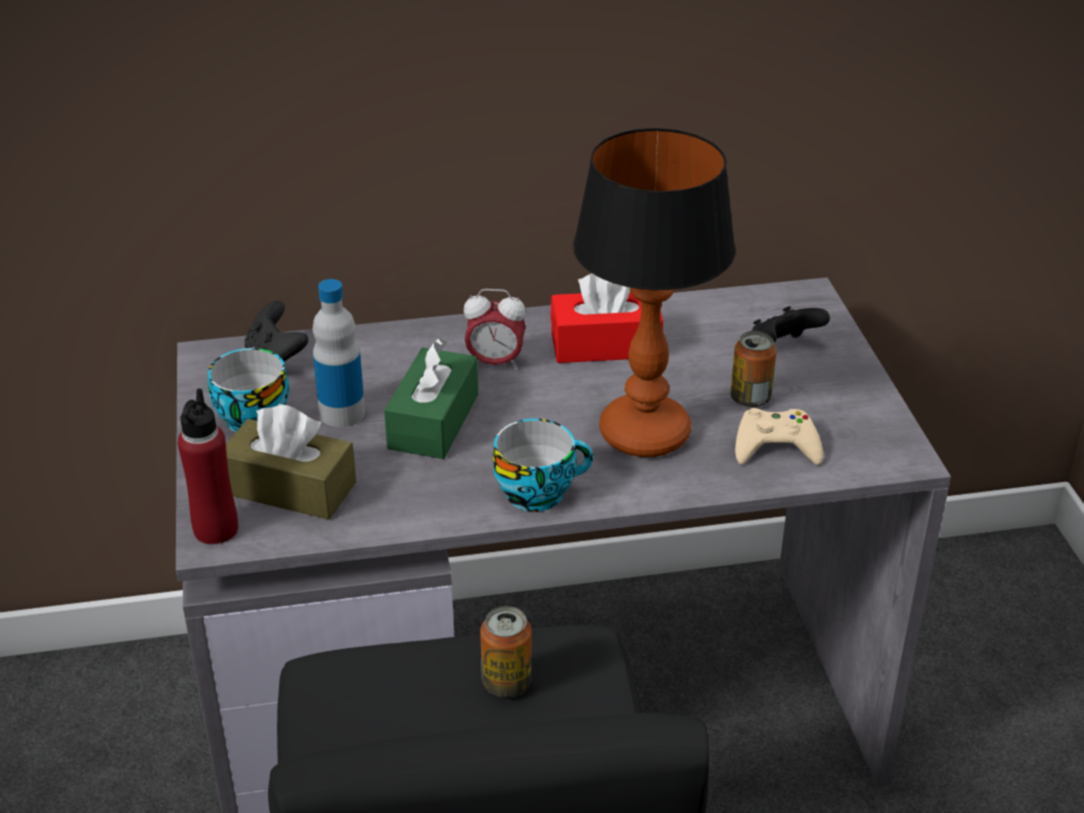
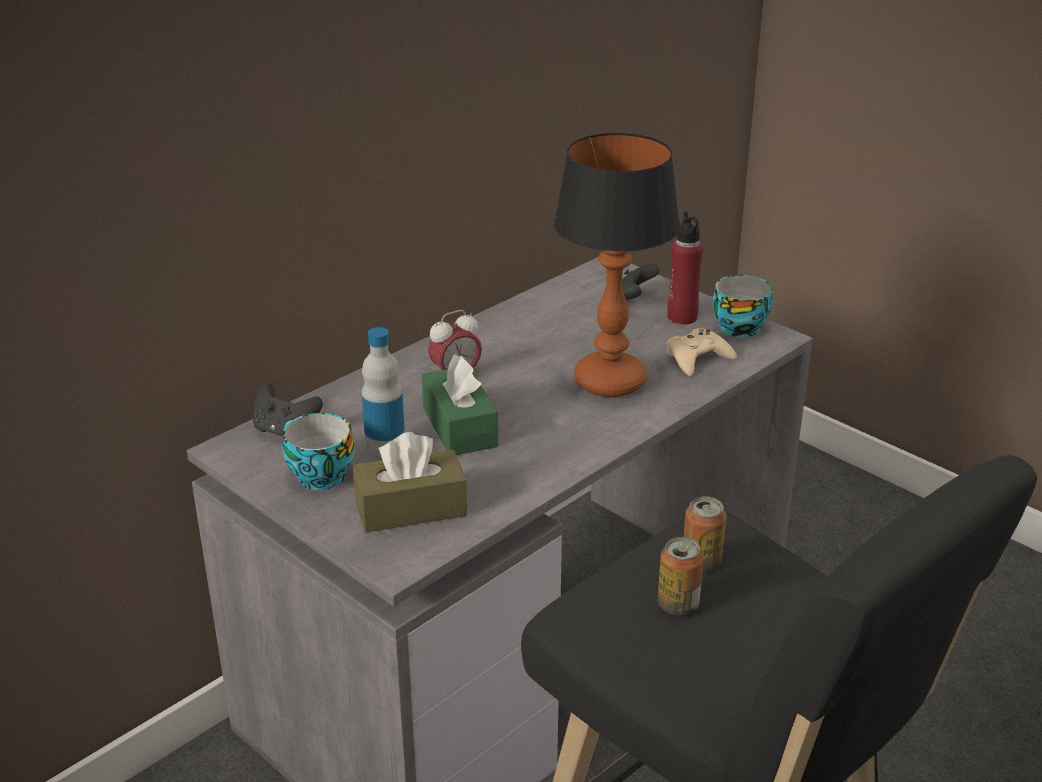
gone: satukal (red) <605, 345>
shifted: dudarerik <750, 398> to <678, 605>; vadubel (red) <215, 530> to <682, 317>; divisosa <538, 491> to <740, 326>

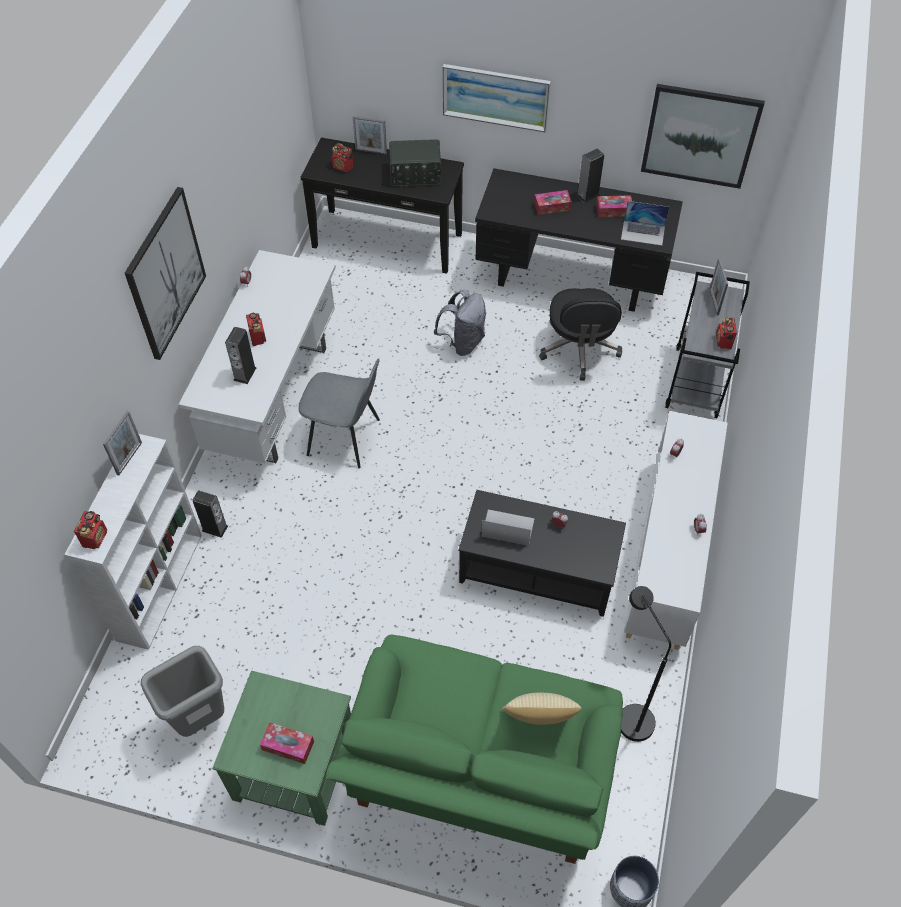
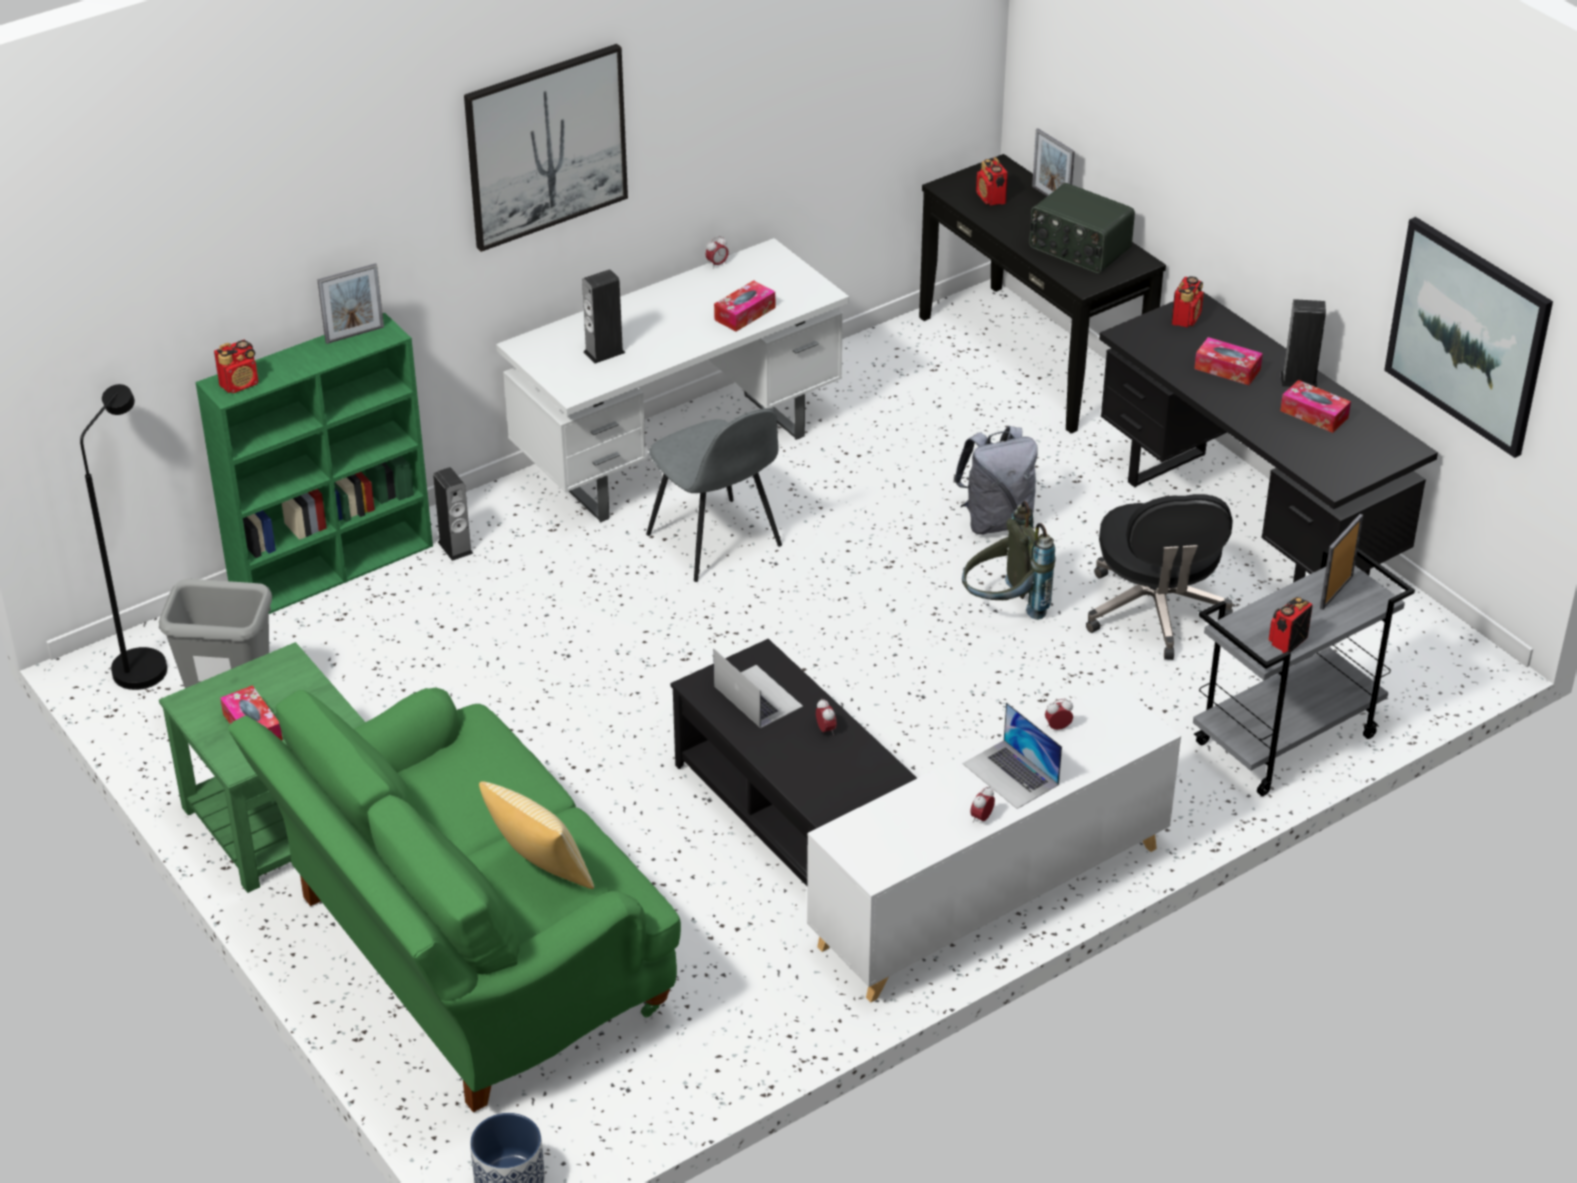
gone: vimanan <495, 97>
new: satukal <745, 314>; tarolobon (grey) <1004, 608>
shifted: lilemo <643, 233> to <1011, 774>; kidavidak <257, 337> to <1186, 318>; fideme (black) <629, 714> to <145, 661>
repainted: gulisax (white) <160, 585> to gulisax (green) <334, 568>
rotated: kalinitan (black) <579, 349> = <1155, 612> 45 degrees counterclockwise

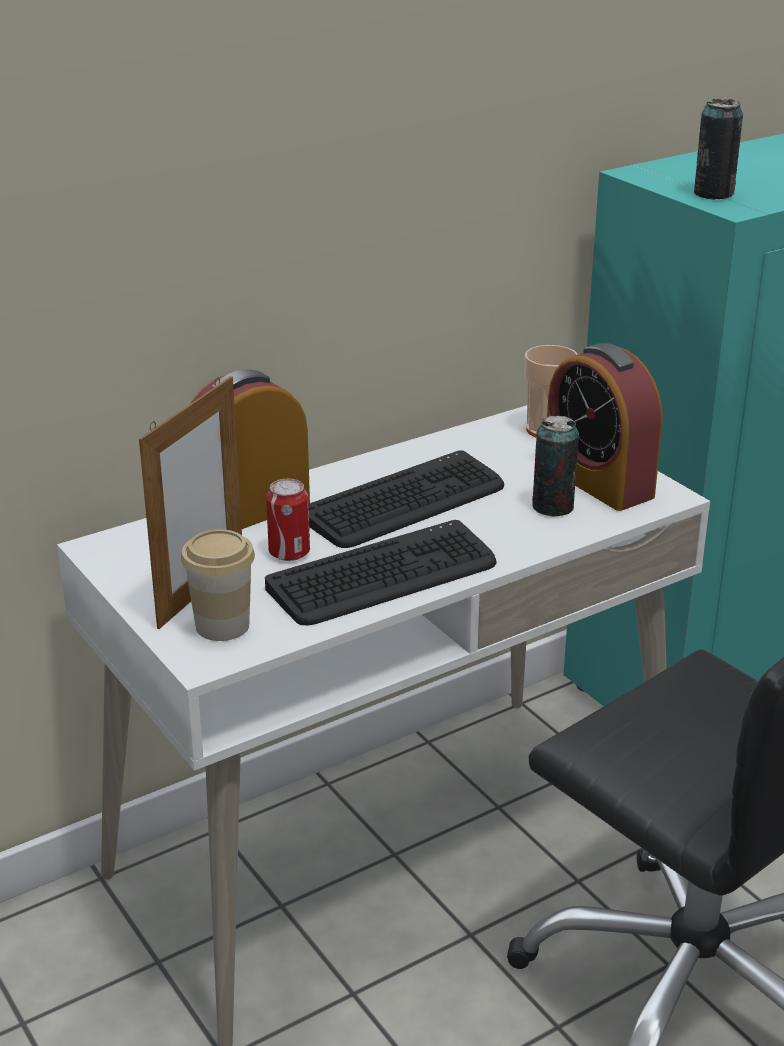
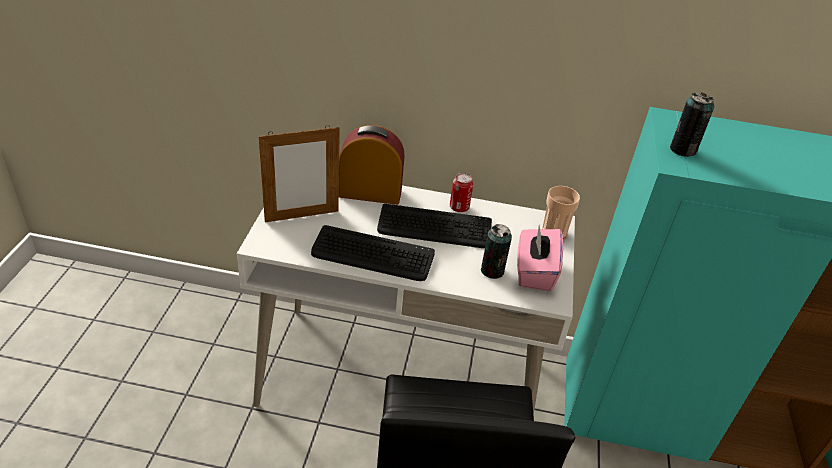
gone: divisosa <222, 625>
shifted: dudarerik <289, 553> to <459, 207>
swapped: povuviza <598, 481> to satukal (pink) <534, 272>

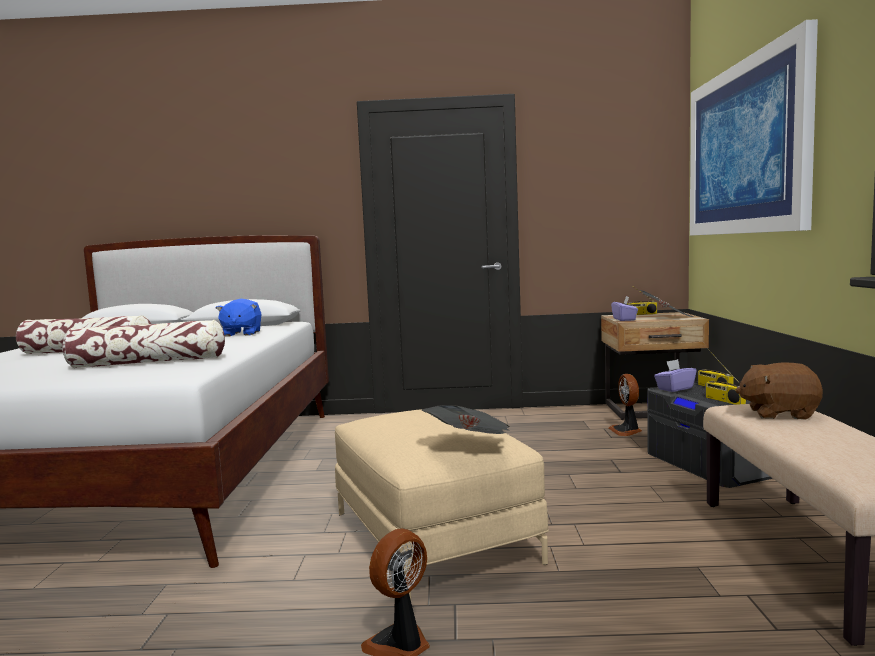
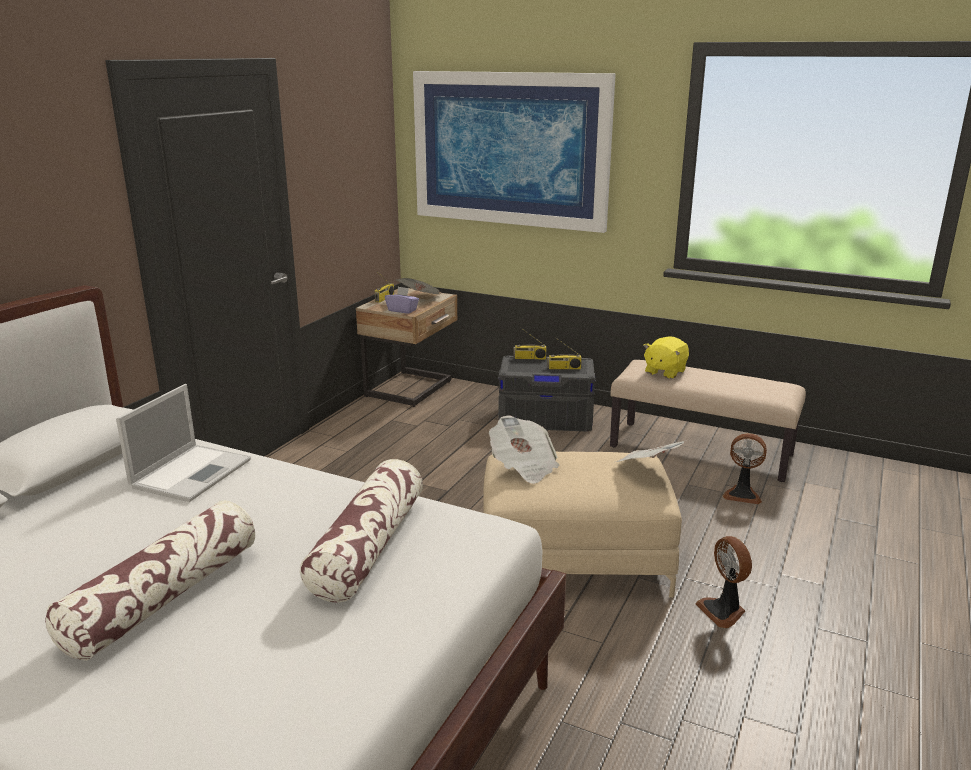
gone: satukal (purple) <674, 388>
new: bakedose <523, 466>
shifted: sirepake <626, 431> to <742, 494>
swapped: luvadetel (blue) <241, 334> to lilemo <192, 472>
repainted: luvadetel (brown) <779, 413> to luvadetel (yellow) <664, 372>

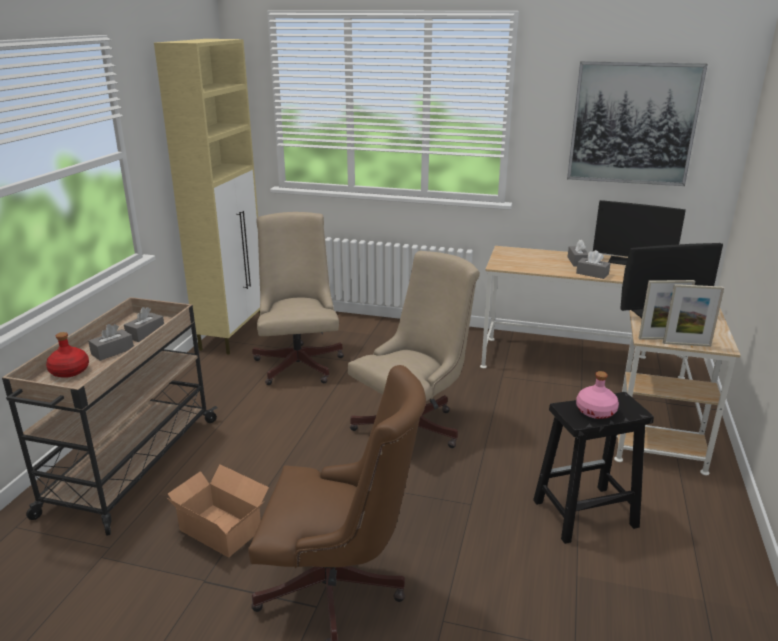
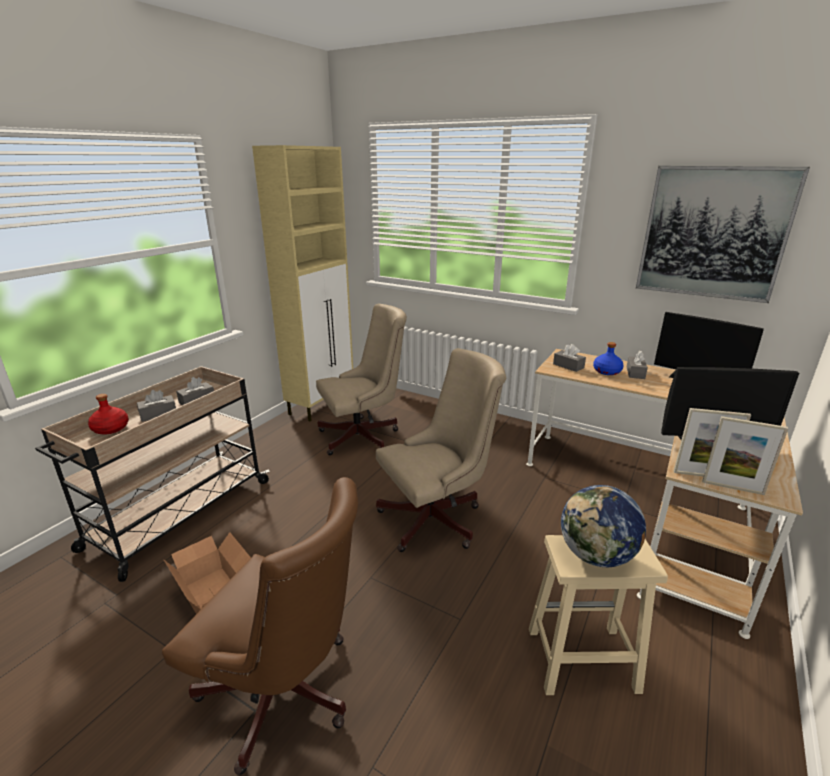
new: vadubel (blue) <606, 371>
shifted: satukal (grey) <592, 274> to <568, 366>
swapped: vadubel (pink) <596, 411> to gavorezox <596, 556>
repainted: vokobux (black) <583, 514> to vokobux (beige) <580, 660>
rotated: kalinitan (beige) <299, 362> = <364, 436> 60 degrees clockwise

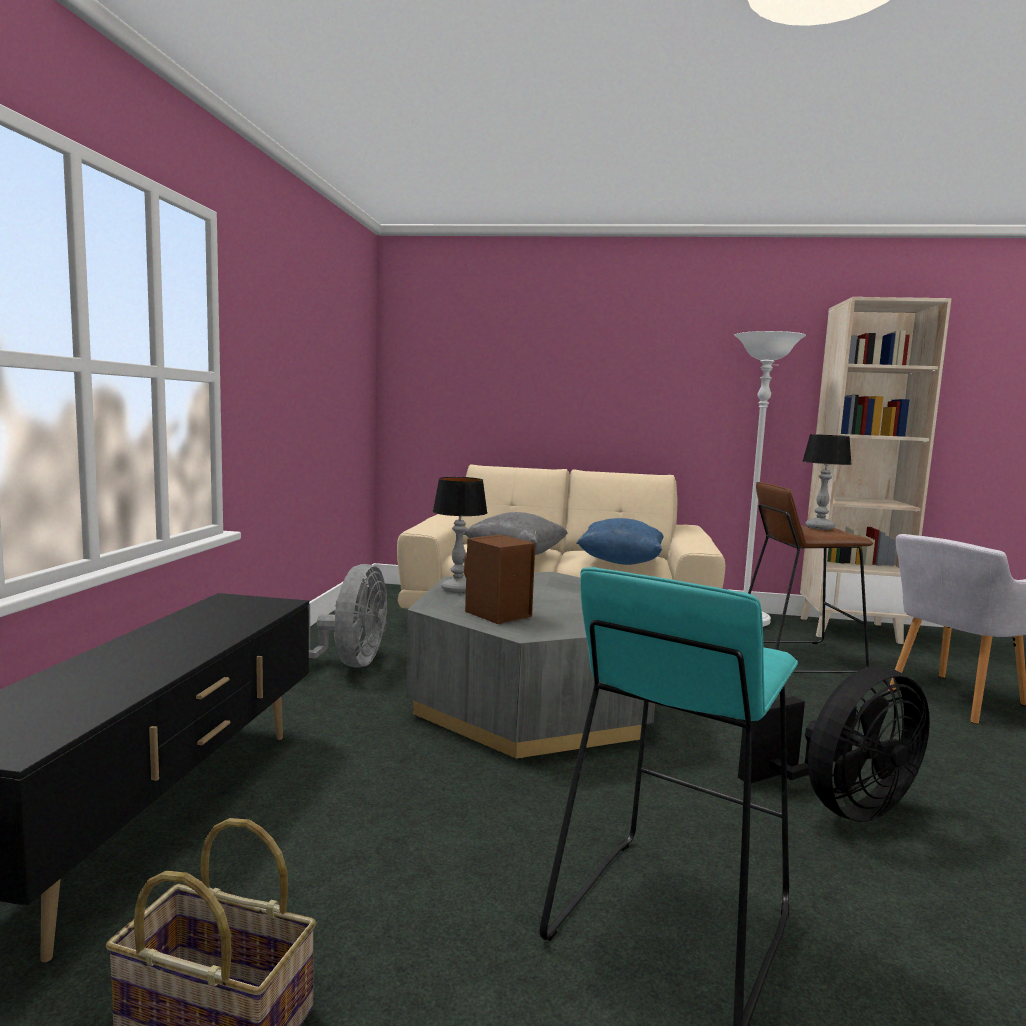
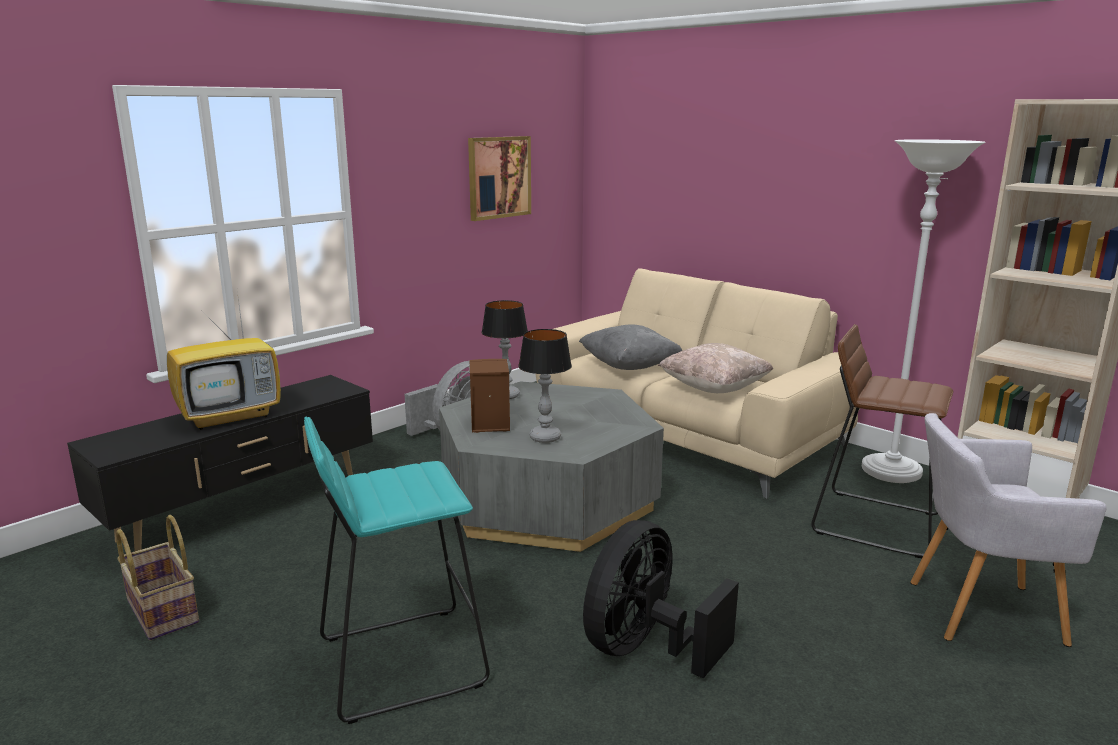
new: vimanan <499, 177>; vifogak <231, 416>
shifted: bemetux <819, 527> to <545, 437>
repainted: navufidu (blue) <620, 562> to navufidu (beige) <714, 388>
rotated: sirepake (black) <840, 806> = <646, 648> 120 degrees clockwise

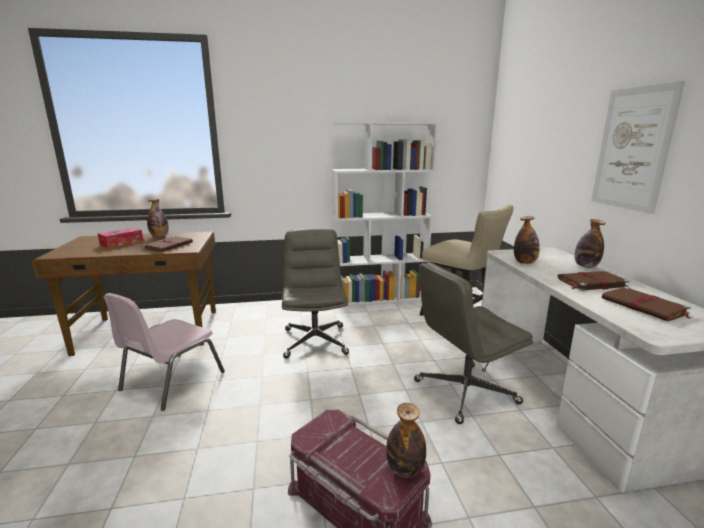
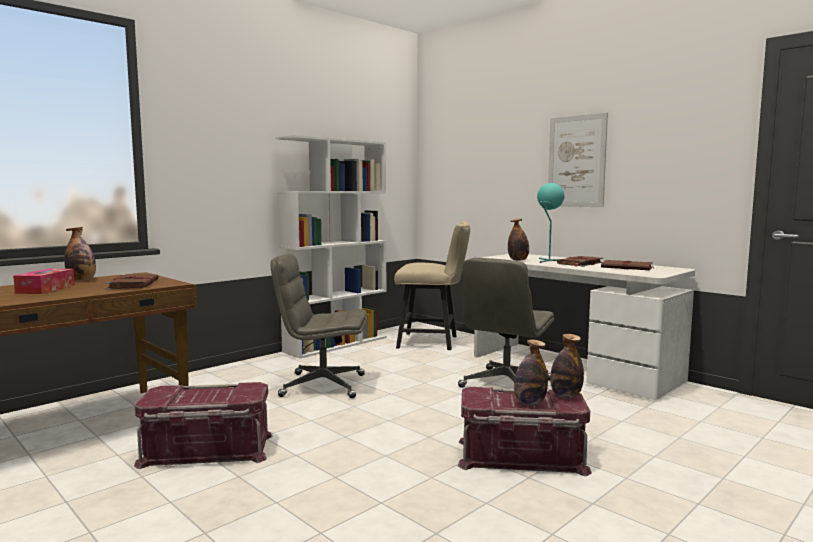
new: bemetux (turquoise) <548, 261>
shifted: vadubel <585, 266> to <529, 403>
swapped: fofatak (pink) <171, 381> to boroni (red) <206, 451>
rotated: kalinitan (grey) <315, 341> = <322, 385> 45 degrees counterclockwise

